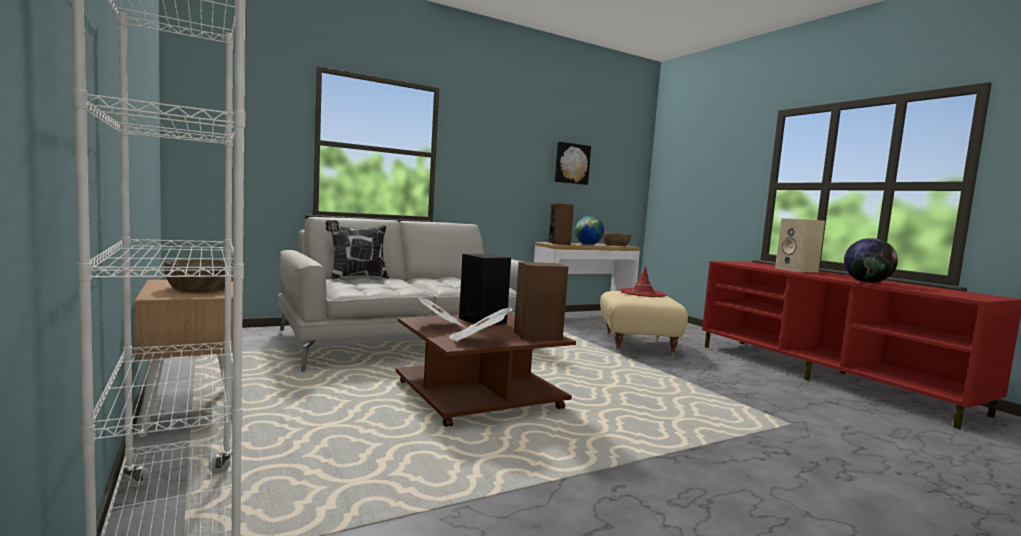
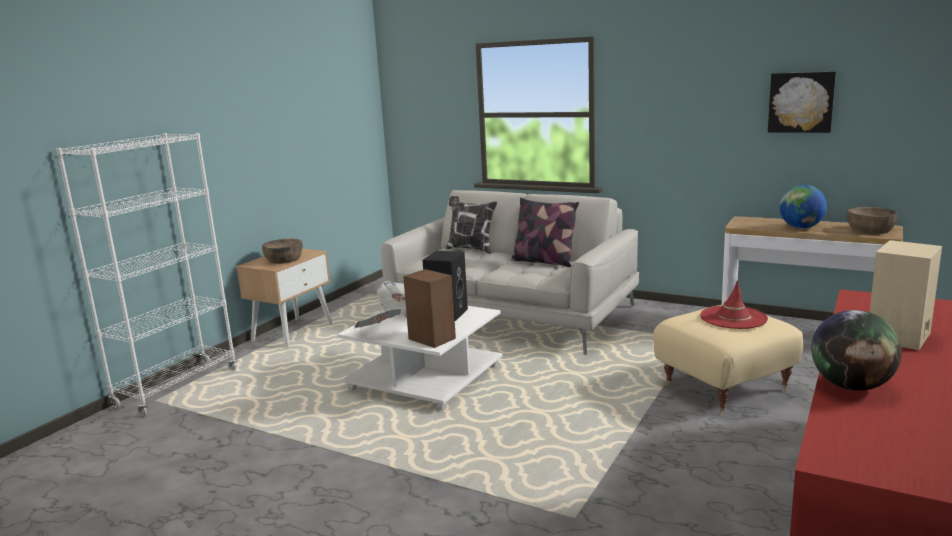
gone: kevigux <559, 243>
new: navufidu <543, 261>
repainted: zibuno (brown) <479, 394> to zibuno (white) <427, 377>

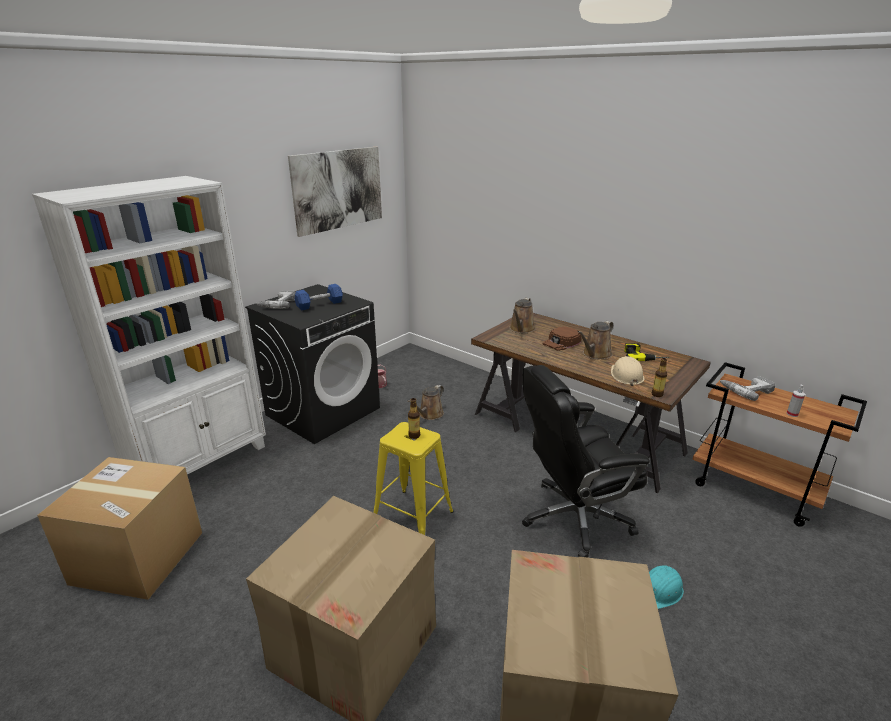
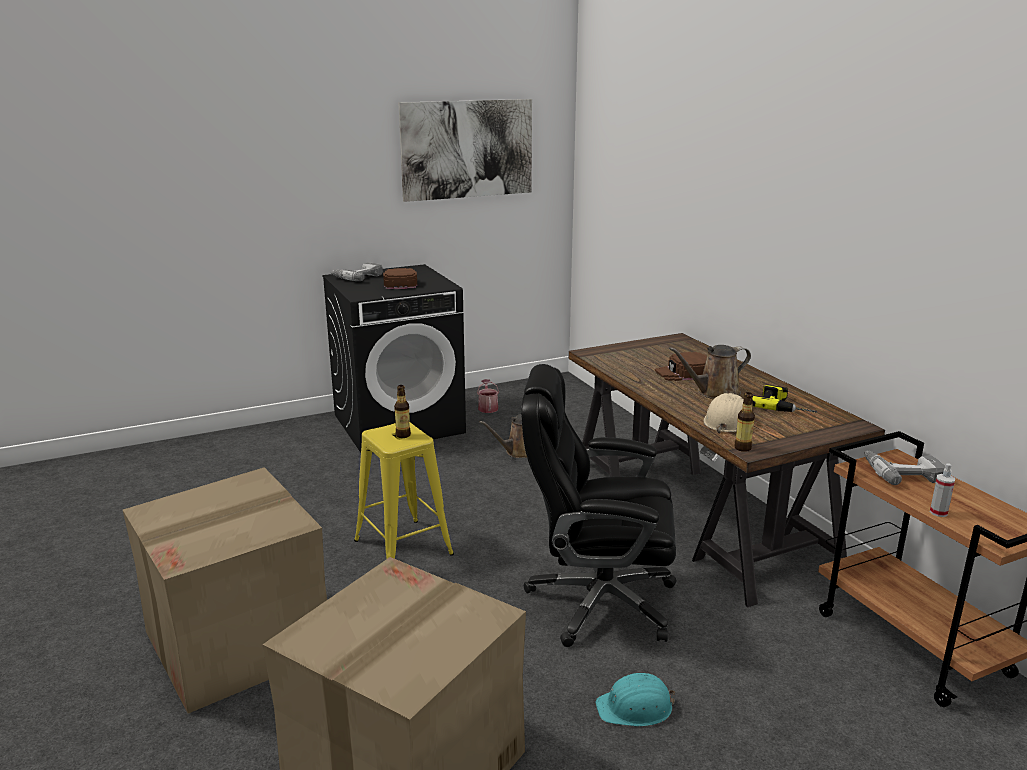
gone: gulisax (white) <200, 462>; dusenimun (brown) <521, 329>; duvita <138, 557>
swapped: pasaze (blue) <319, 304> to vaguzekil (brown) <400, 283>

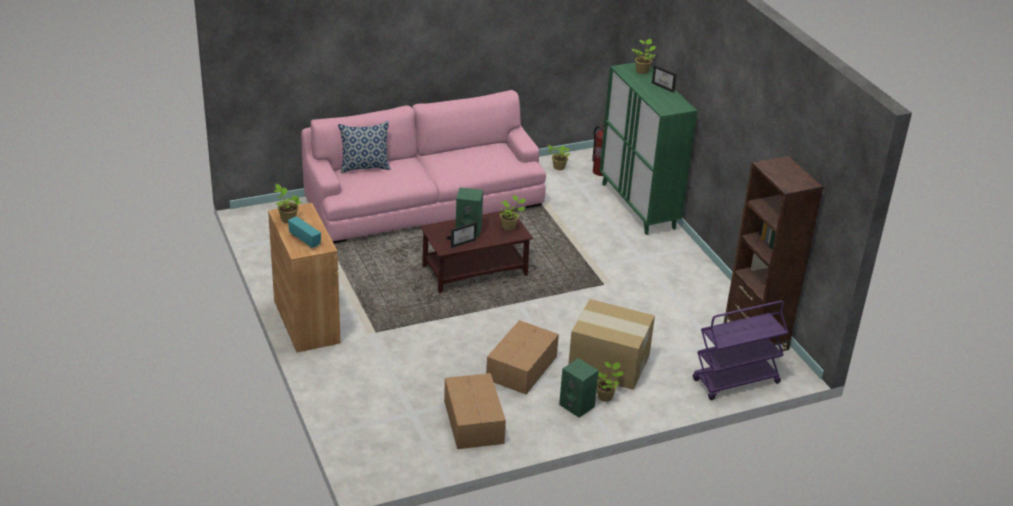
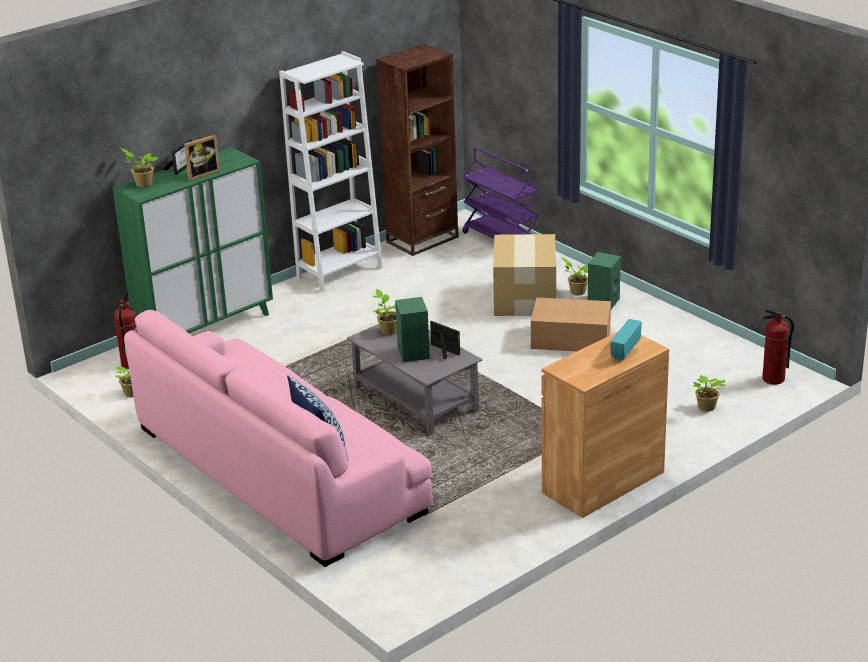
gone: duvita <473, 422>
new: gulisax (white) <339, 272>; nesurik <202, 174>; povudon <773, 379>
shifted: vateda <287, 219> to <706, 408>
repainted: zibuno (brown) <475, 270> to zibuno (grey) <414, 399>

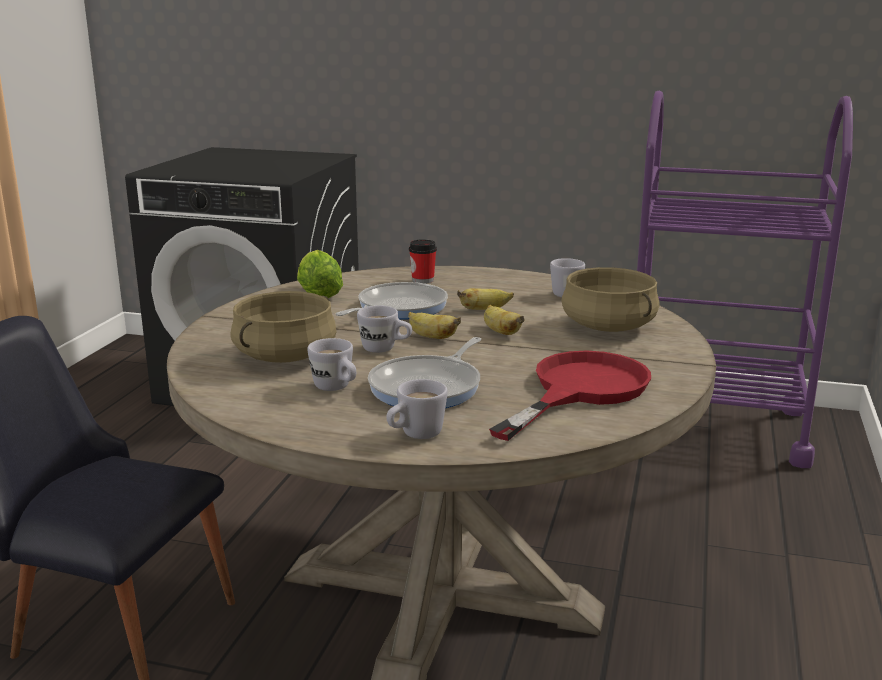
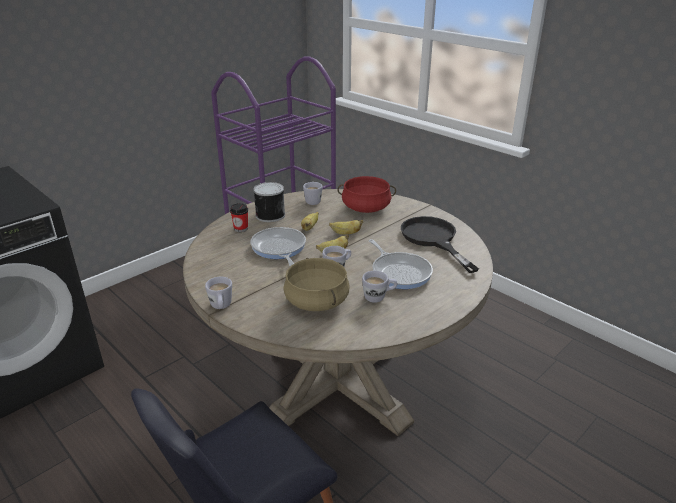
gone: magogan <318, 294>
new: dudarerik <269, 215>
shifted: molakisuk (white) <415, 435> to <221, 307>
repainted: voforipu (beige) <609, 326> to voforipu (red) <366, 208>; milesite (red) <580, 390> to milesite (black) <433, 239>

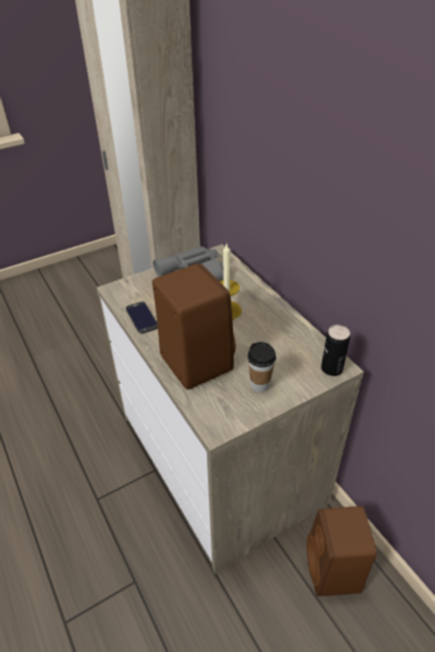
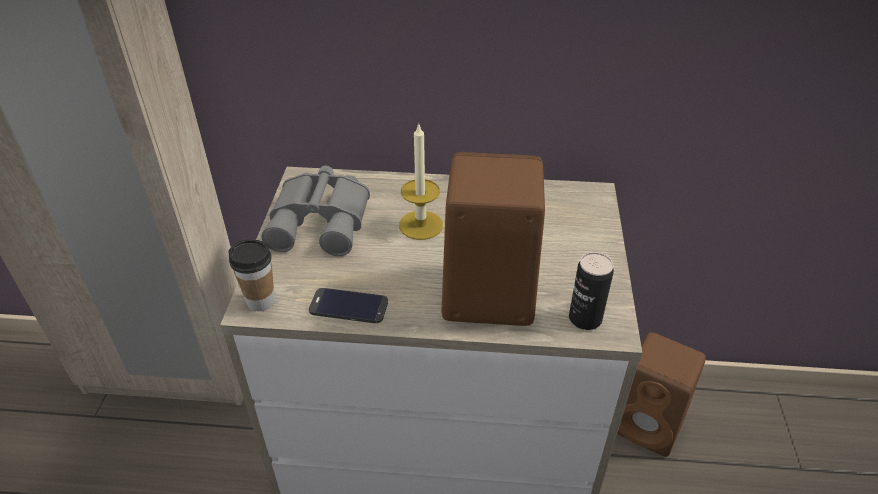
shifted: dudarerik <331, 369> to <585, 318>; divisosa <260, 384> to <261, 301>

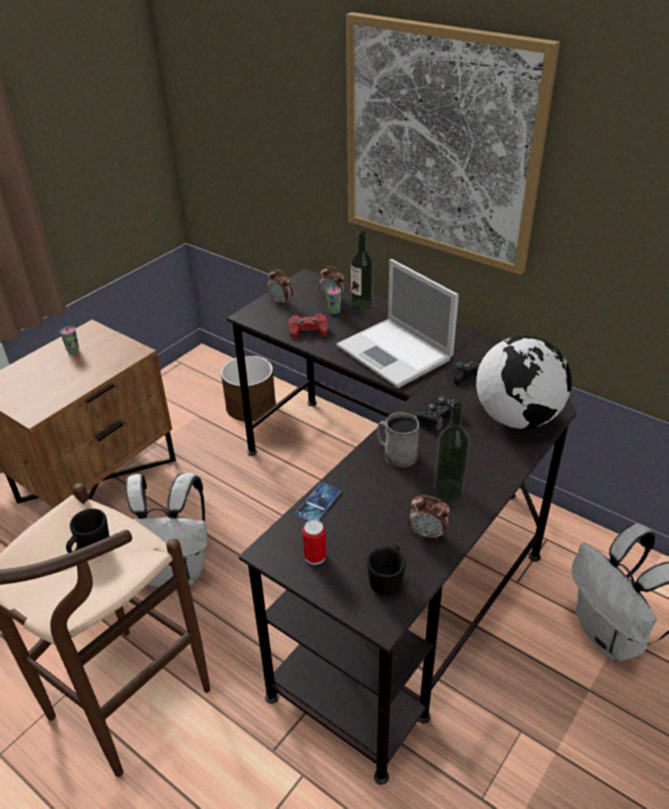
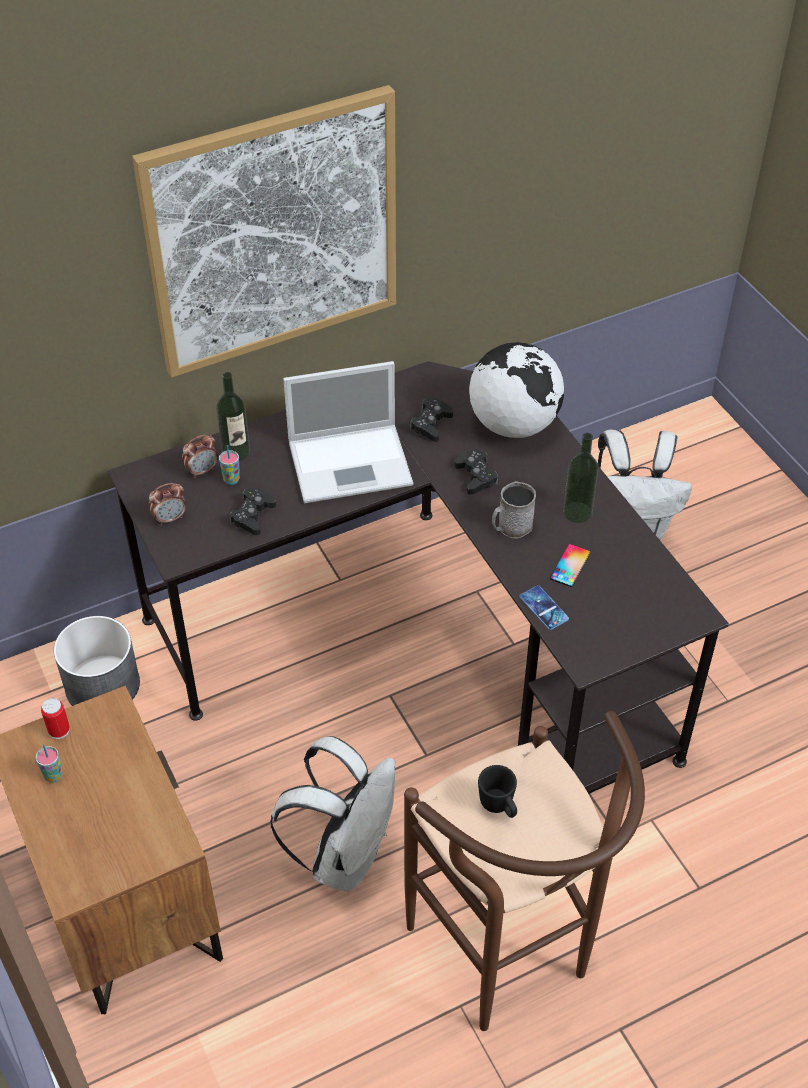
gone: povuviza <427, 533>; molakisuk (black) <387, 580>
new: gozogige <570, 565>
shifted: dudarerik <315, 556> to <59, 730>
repainted: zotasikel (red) <308, 330> to zotasikel (black) <253, 515>; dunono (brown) <251, 405> to dunono (grey) <102, 685>

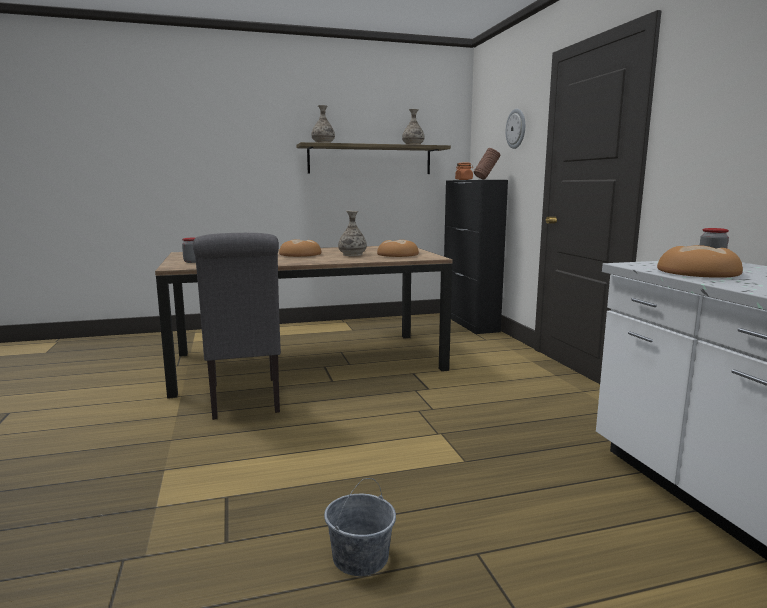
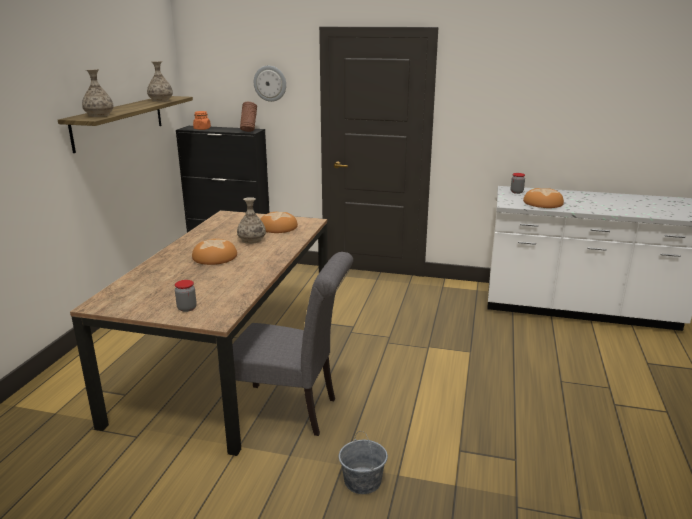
shifted: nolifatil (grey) <361, 557> to <362, 481>

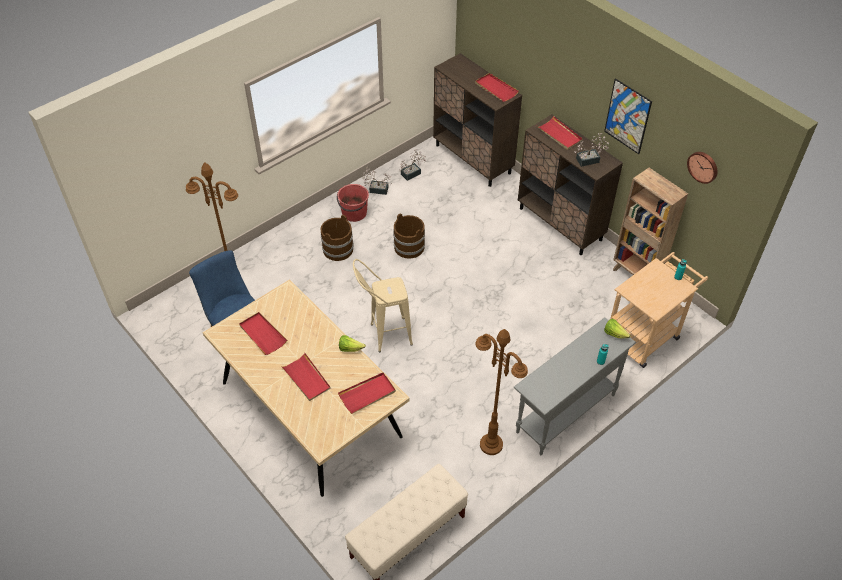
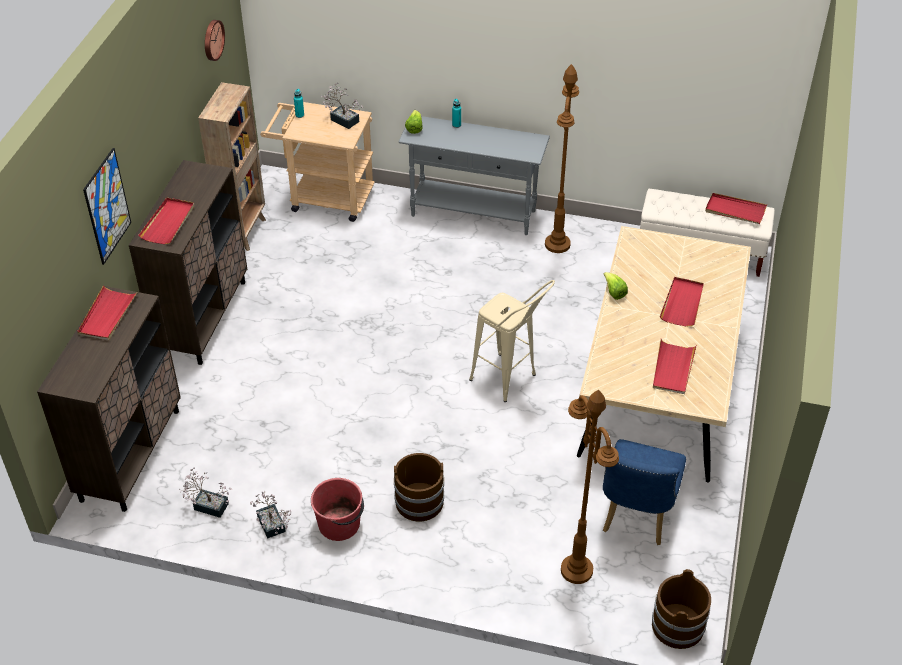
shifted: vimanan <627, 116> to <107, 206>; vateda <590, 160> to <342, 119>; nolifatil (brown) <409, 247> to <678, 626>; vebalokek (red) <367, 394> to <735, 210>

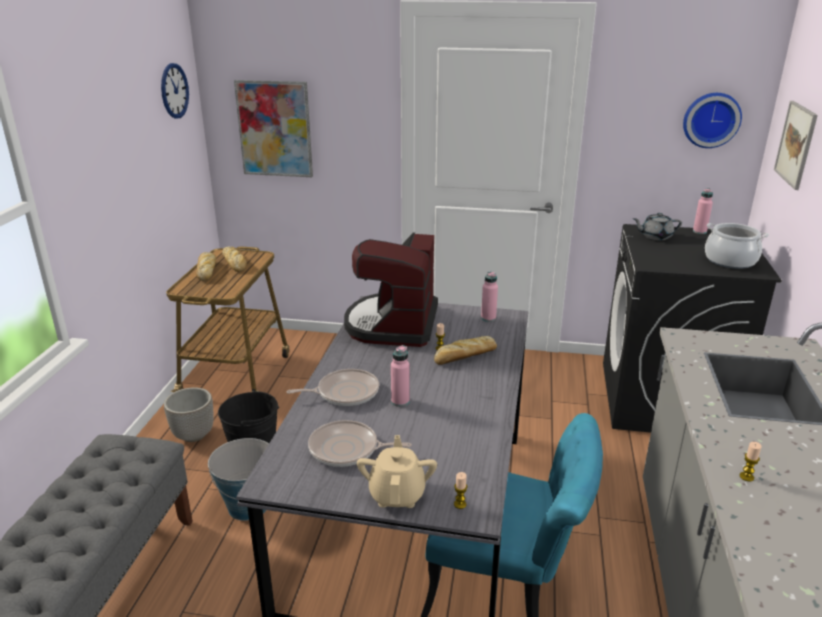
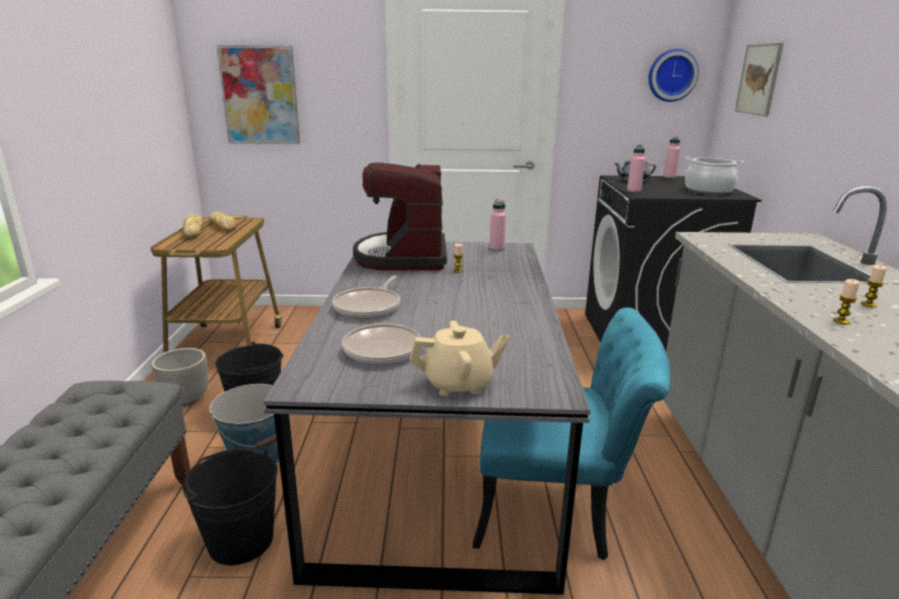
gone: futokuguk <174, 91>; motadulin <464, 356>
new: nolifatil (black) <241, 540>
shifted: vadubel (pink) <400, 401> to <633, 191>; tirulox <460, 504> to <868, 304>
rotated: milesite <344, 392> = <369, 307> 135 degrees clockwise; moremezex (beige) <397, 494> = <459, 384> 90 degrees clockwise

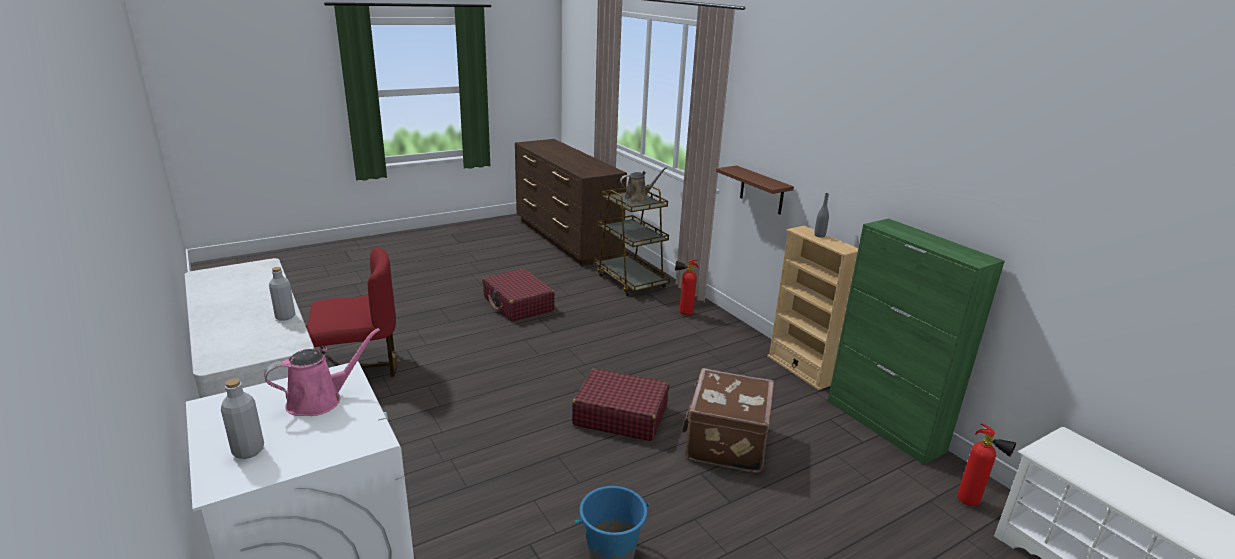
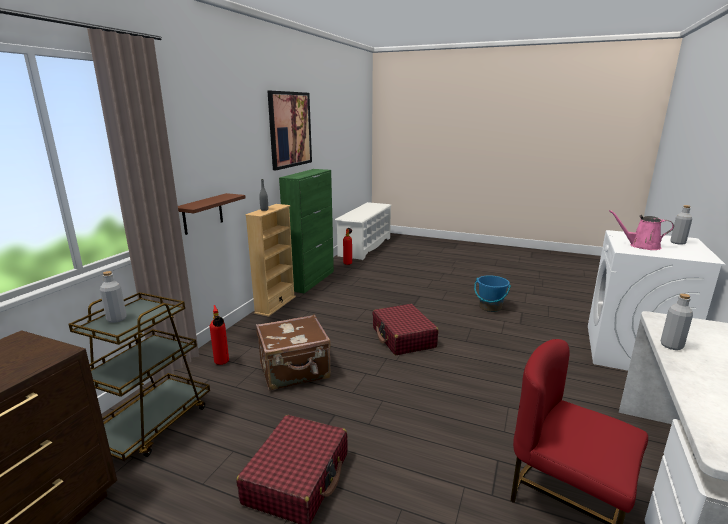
new: vimanan <290, 129>
shifted: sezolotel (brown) <725, 442> to <295, 371>
swapped: dusenimun (brown) <638, 198> to vadubel (grey) <116, 319>

